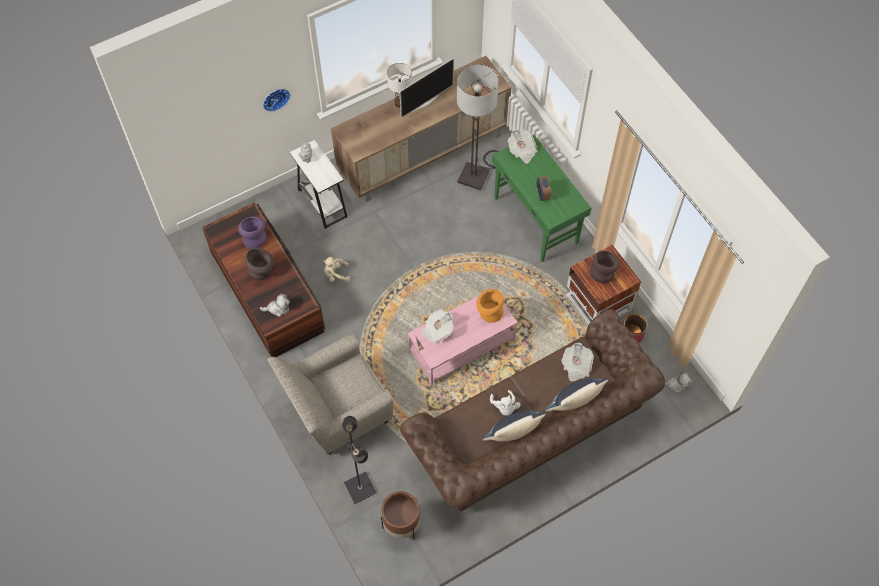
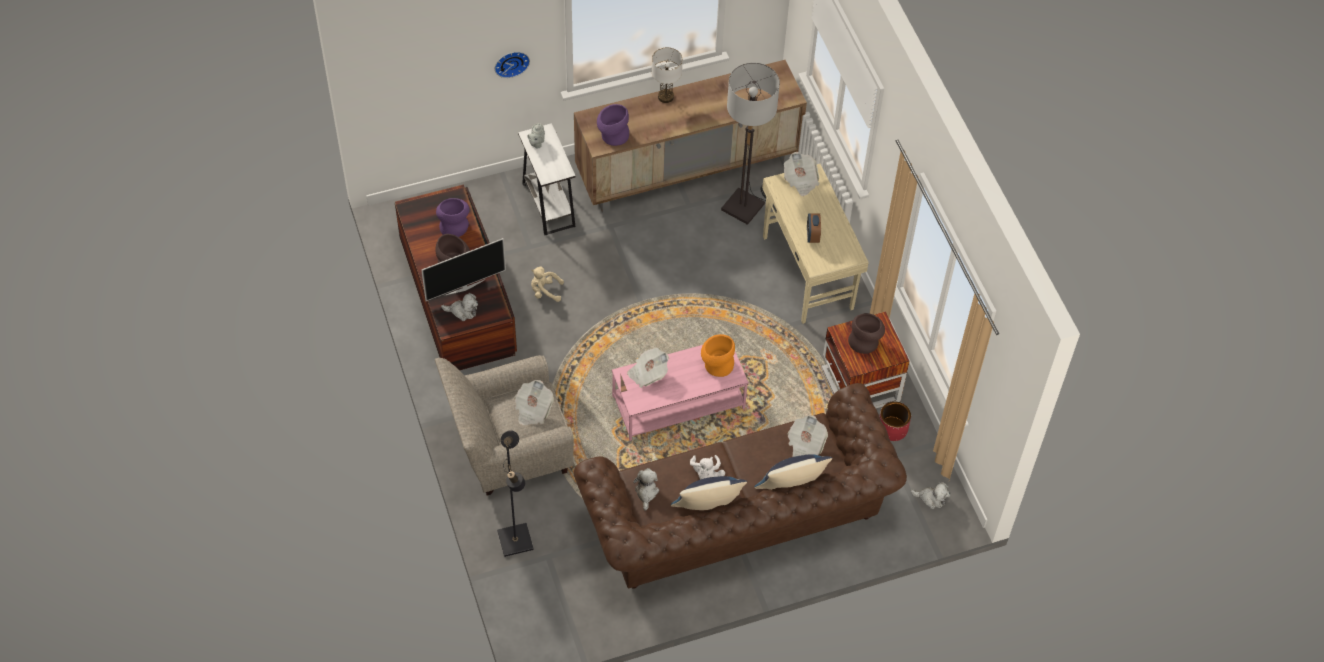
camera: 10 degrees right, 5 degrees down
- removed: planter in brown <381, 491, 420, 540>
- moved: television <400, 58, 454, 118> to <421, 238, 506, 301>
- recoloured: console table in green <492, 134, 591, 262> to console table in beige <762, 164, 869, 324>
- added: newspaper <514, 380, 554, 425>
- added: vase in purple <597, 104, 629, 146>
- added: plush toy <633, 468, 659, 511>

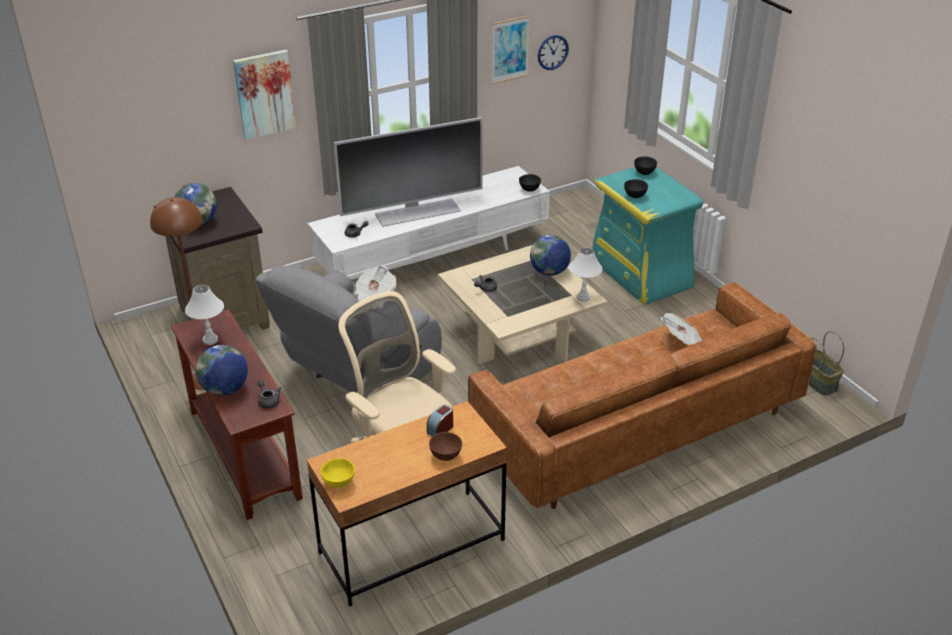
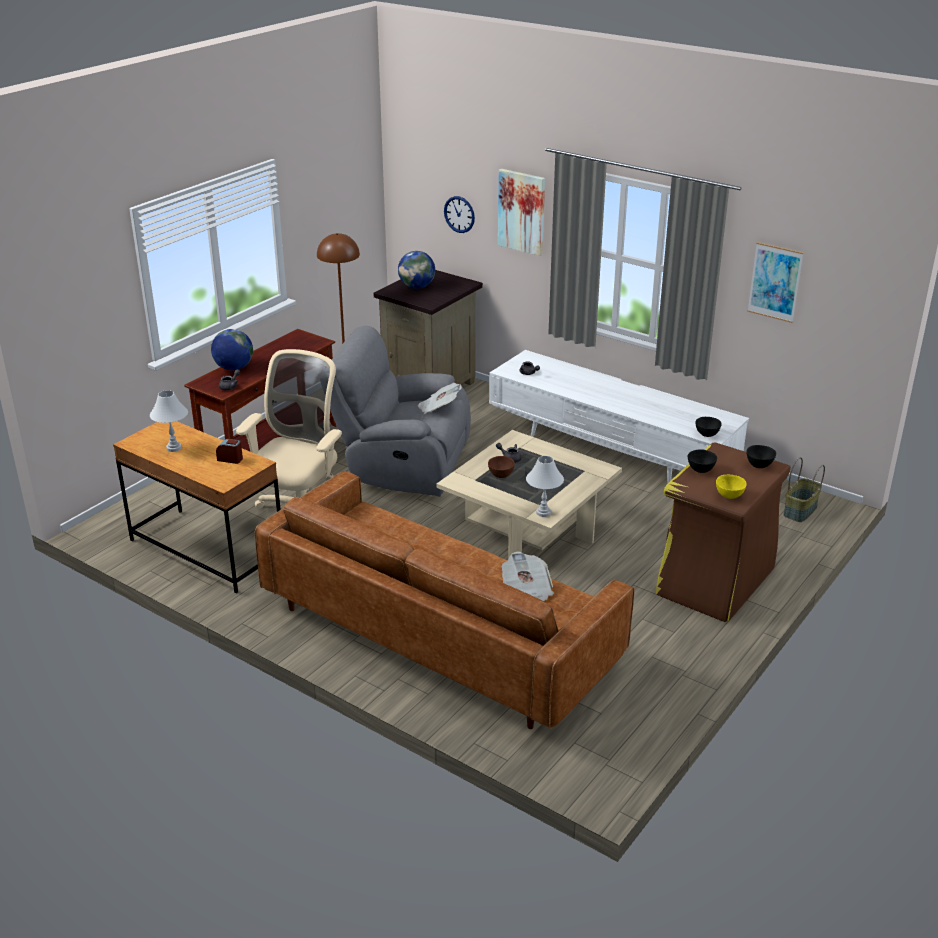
camera: 65 degrees right, 5 degrees down
- moved: table lamp in white <185, 285, 224, 345> to <150, 390, 188, 452>
- moved: bowl in yellow <321, 458, 355, 488> to <716, 475, 747, 499>
- removed: television <334, 117, 483, 227>
- moved: bowl in brown <429, 432, 462, 461> to <488, 456, 515, 478>
- removed: globe <530, 235, 571, 276>
- moved: wall clock <538, 35, 569, 70> to <444, 196, 475, 233>
- recoloured: nightstand in turquoise <592, 167, 703, 304> to nightstand in brown <656, 442, 791, 622>
- moved: basket <809, 331, 844, 396> to <783, 457, 825, 522>

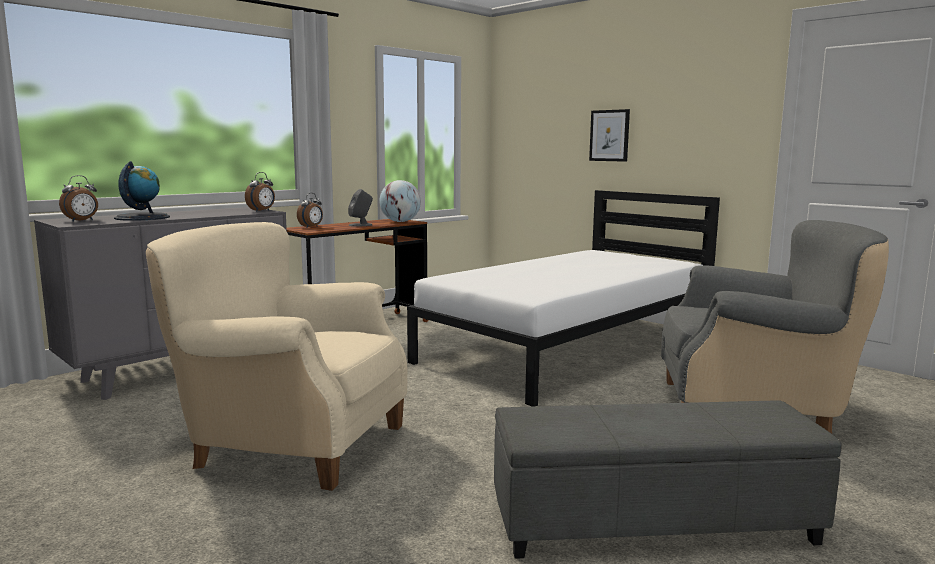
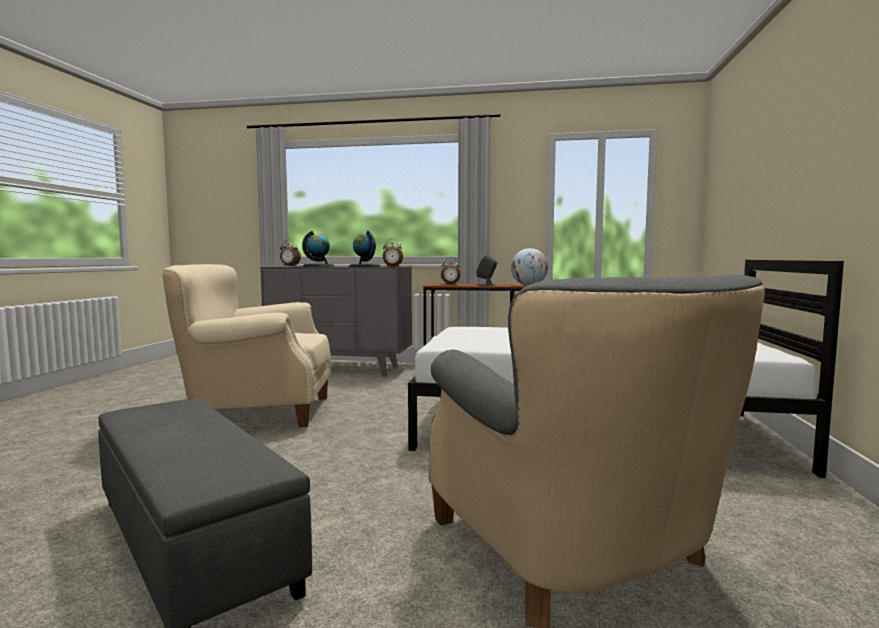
camera: 55 degrees right, 5 degrees down
- turned: armchair in beige <146, 222, 408, 491> = <162, 264, 331, 427> 75 degrees counterclockwise
- removed: picture <589, 109, 630, 162>
- added: globe <349, 231, 381, 267>

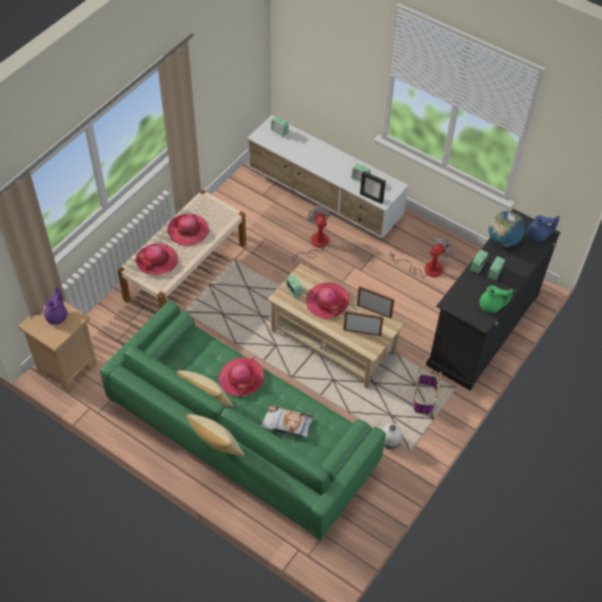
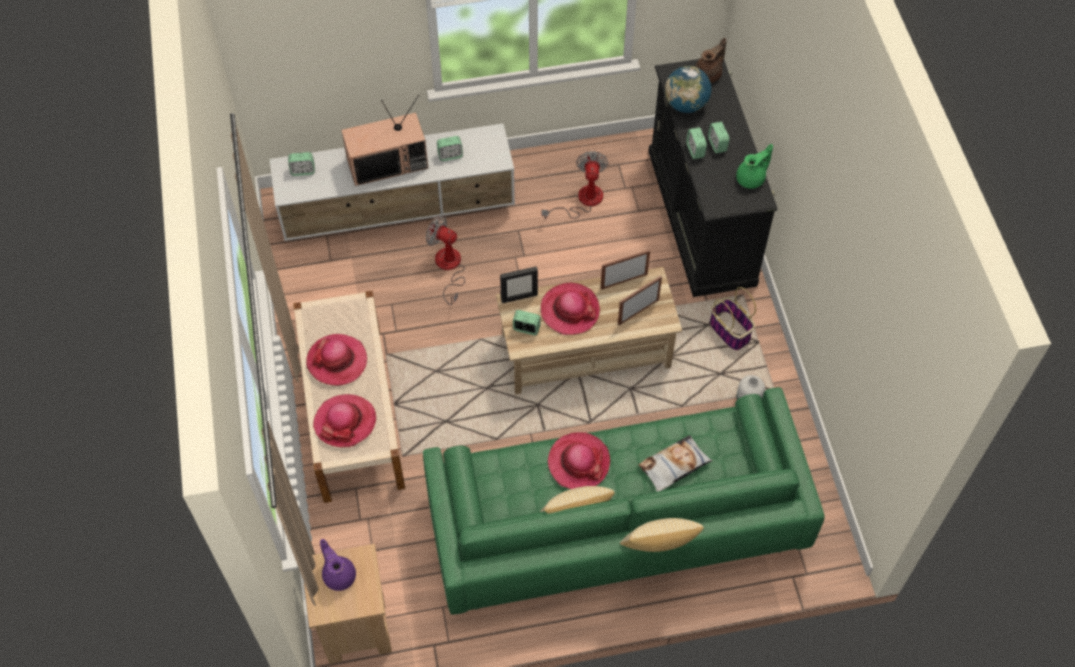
camera: 45 degrees left, 5 degrees up
- moved: picture frame <360, 171, 386, 204> to <500, 266, 538, 303>
- recoloured: teapot in blue <527, 215, 560, 241> to teapot in brown <695, 38, 726, 83>
- added: television <342, 95, 428, 186>

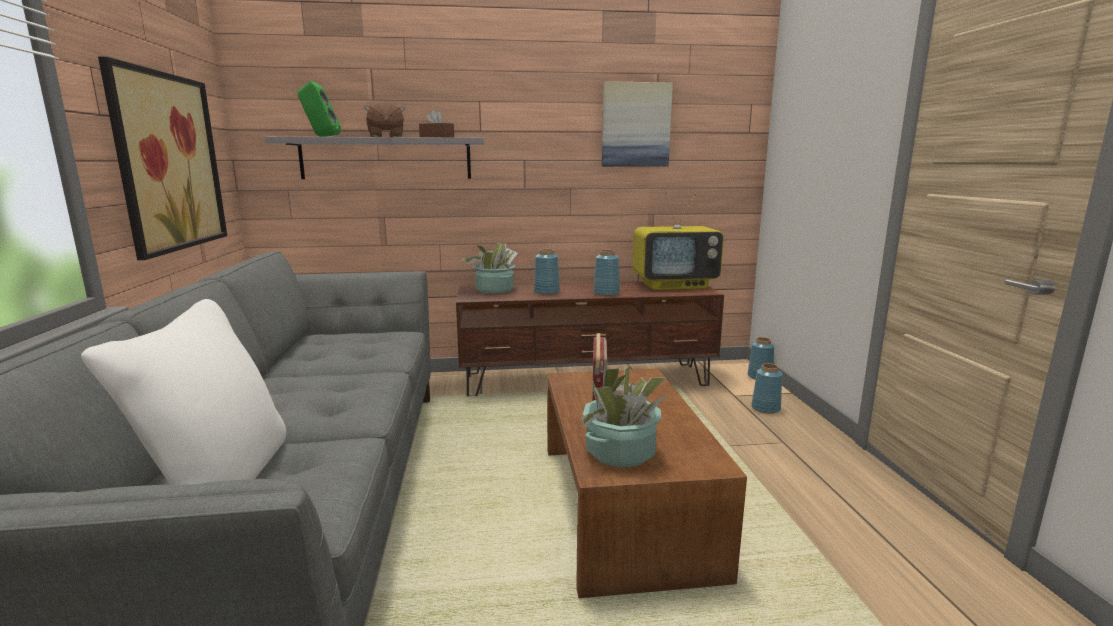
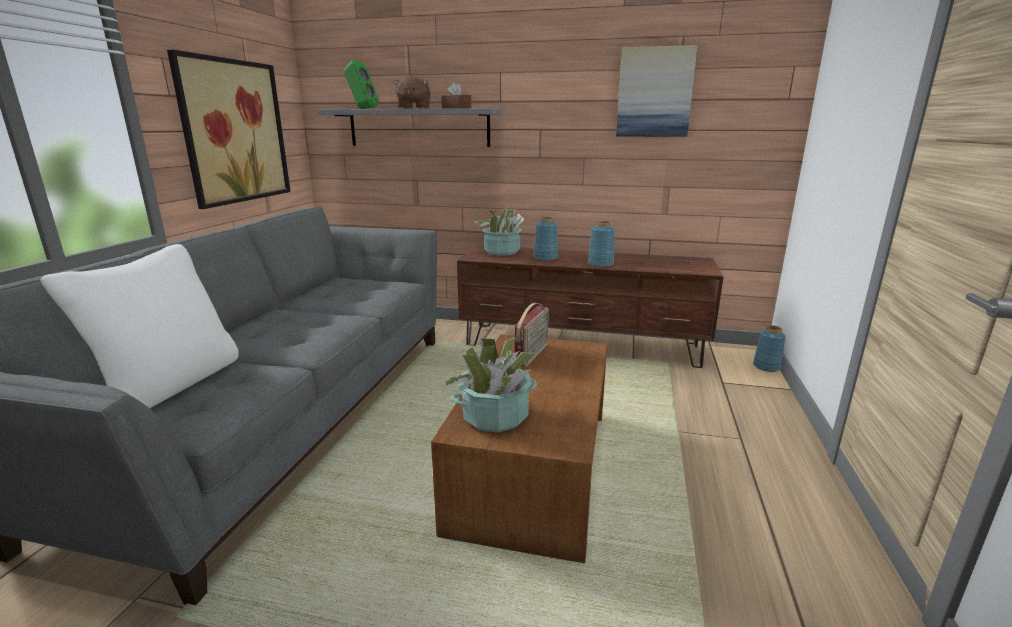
camera: 20 degrees right, 5 degrees up
- removed: television <633, 193, 724, 290>
- removed: vase in blue <751, 363, 782, 414>

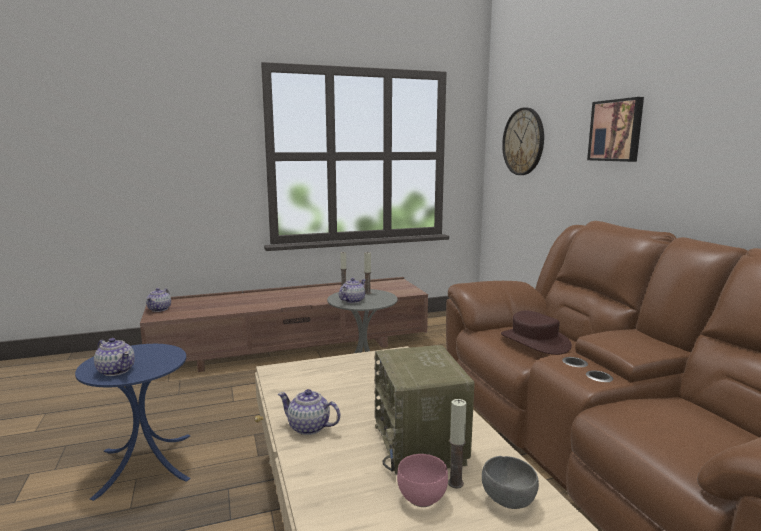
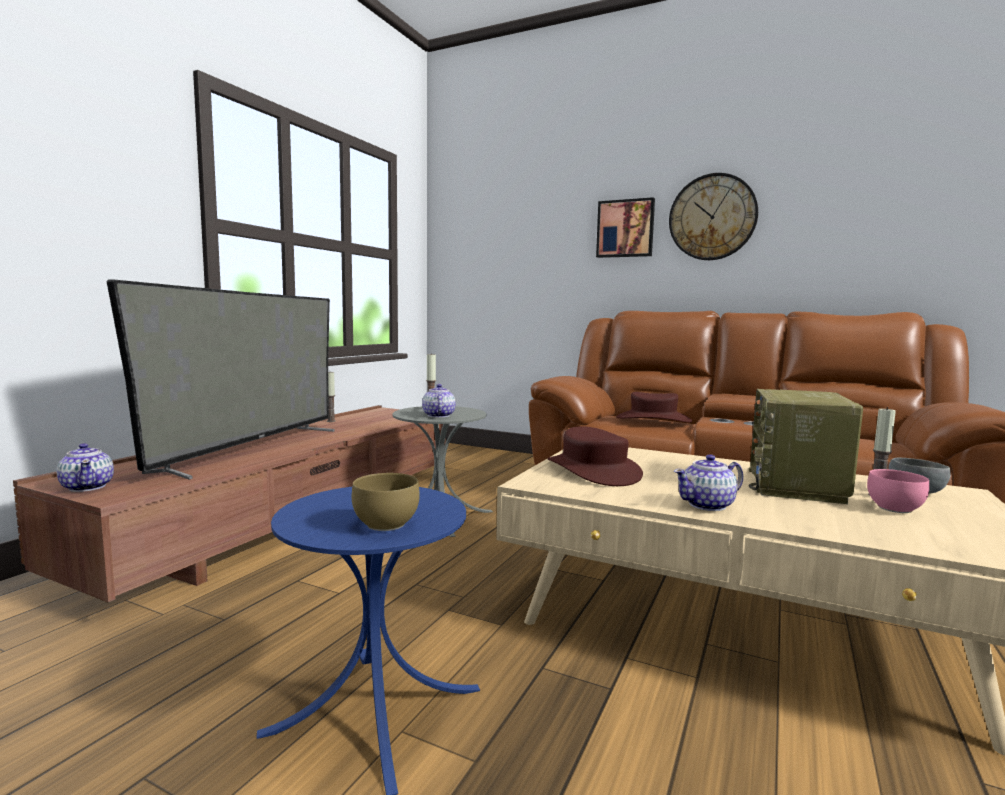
camera: 45 degrees left, 5 degrees down
- replaced: teapot <94, 338, 135, 376> to bowl in brown <352, 473, 420, 531>
- turned: radio <375, 345, 475, 475> = <748, 389, 863, 504> 75 degrees clockwise
- moved: wall clock <502, 108, 544, 175> to <669, 173, 758, 260>
- added: television <107, 280, 335, 480>
- added: hat in brown <548, 426, 643, 486>

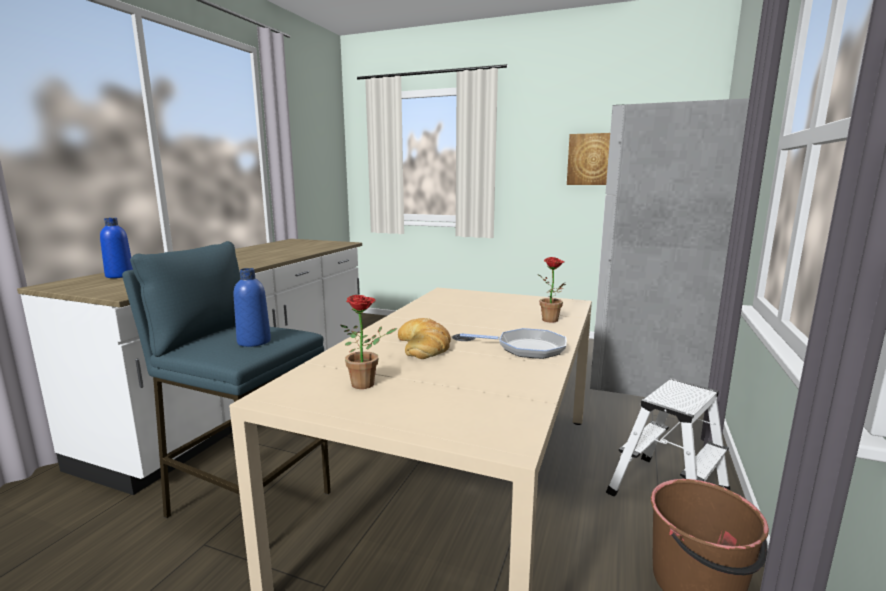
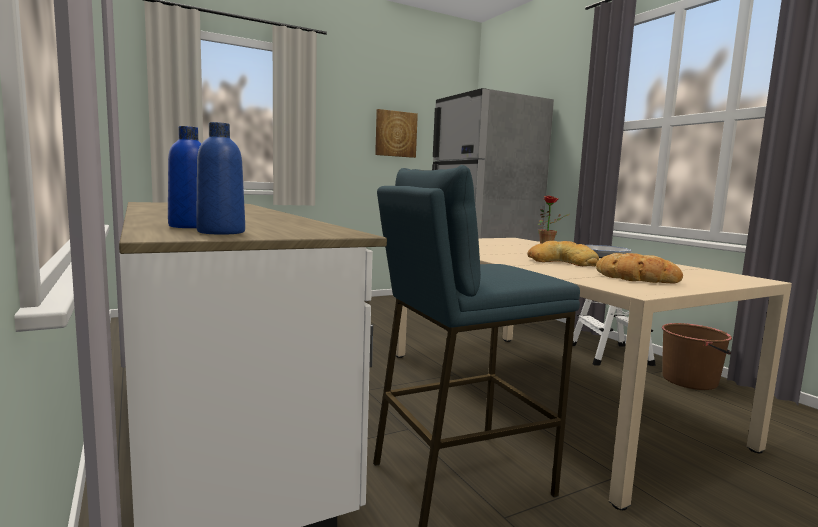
camera: 50 degrees left, 5 degrees down
- moved: bottle in blue <234, 268, 271, 347> to <196, 122, 245, 235>
- replaced: potted plant <341, 295, 397, 389> to bread <596, 253, 683, 283>

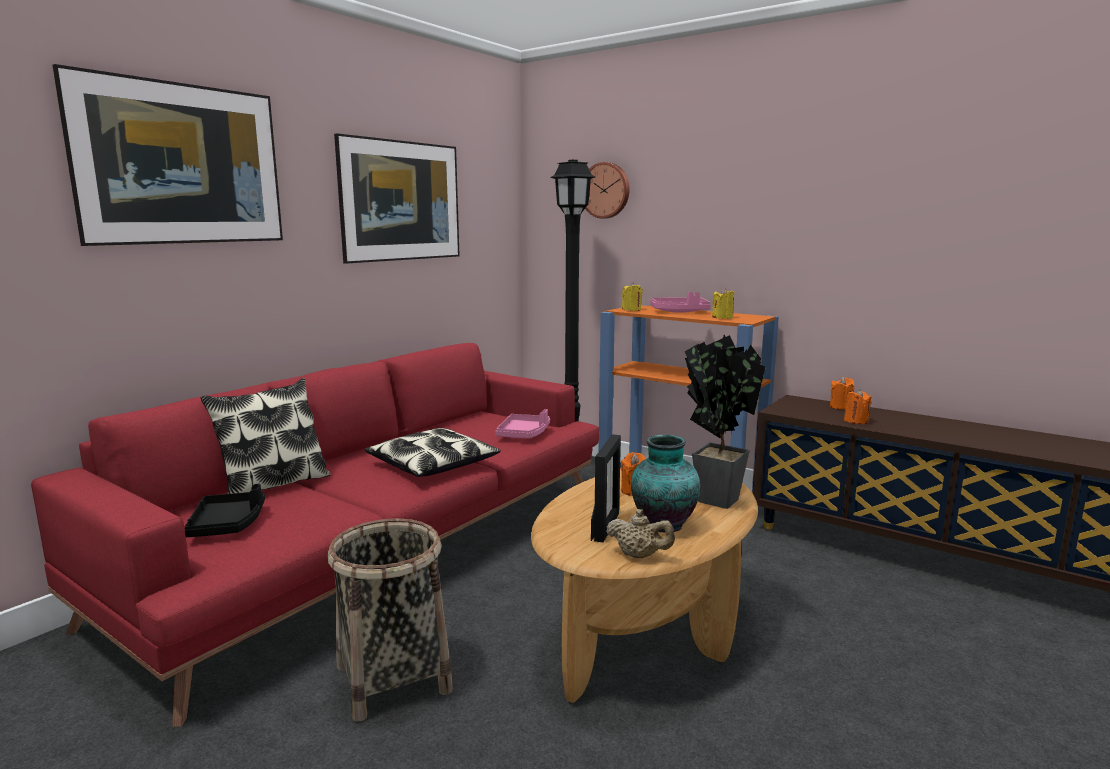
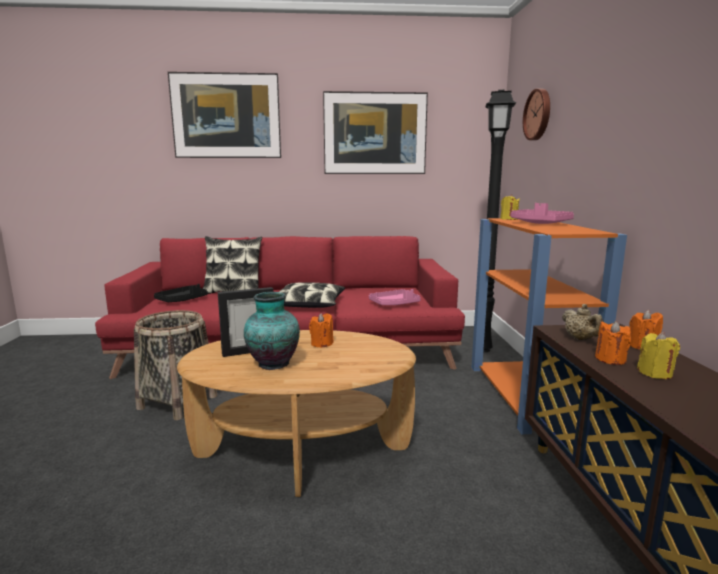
camera: 50 degrees right, 0 degrees up
- moved: teapot in beige <606, 509, 675, 558> to <562, 304, 603, 340>
- removed: potted plant <685, 334, 765, 509>
- moved: candle in yellow <712, 288, 735, 319> to <637, 332, 680, 379>

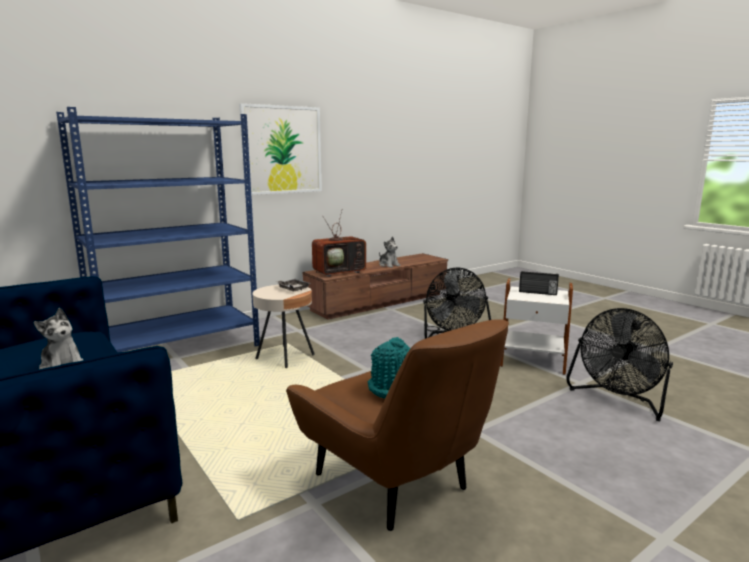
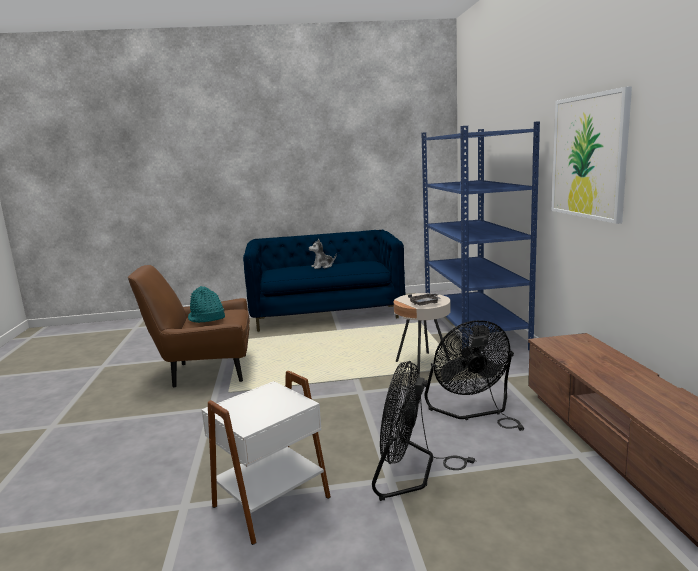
camera: 120 degrees right, 0 degrees up
- removed: television <312, 211, 367, 277>
- removed: plush toy <379, 237, 400, 268>
- removed: radio <519, 271, 559, 295>
- moved: fan in black <566, 308, 673, 421> to <424, 320, 524, 431>

